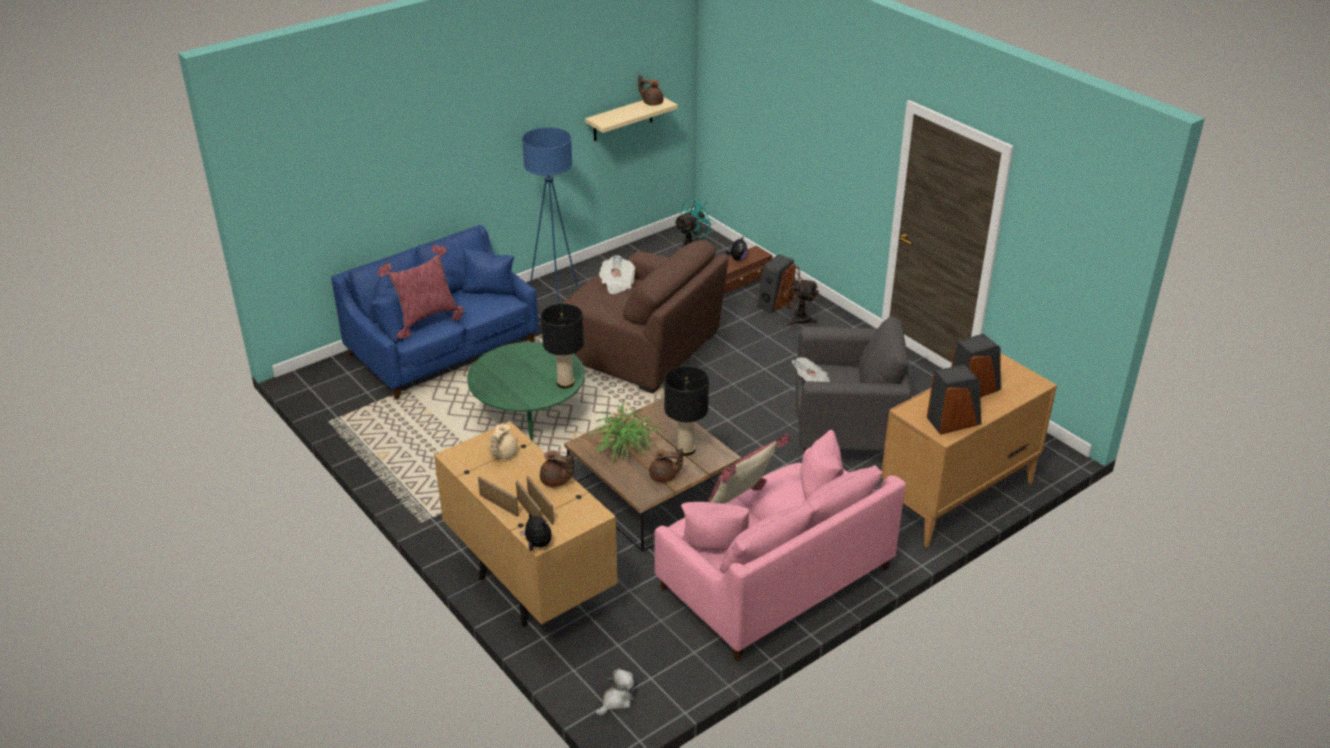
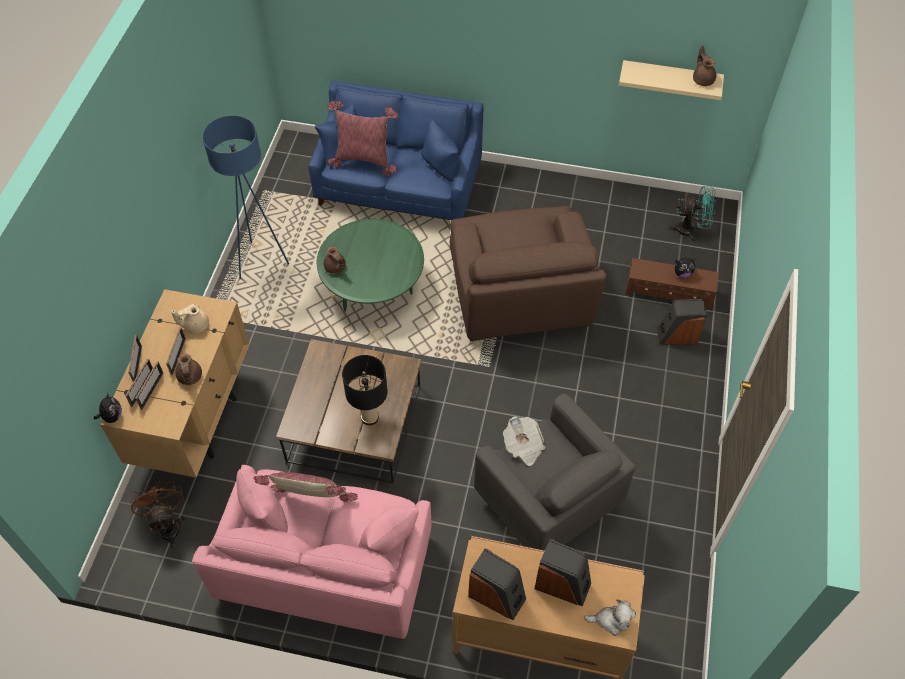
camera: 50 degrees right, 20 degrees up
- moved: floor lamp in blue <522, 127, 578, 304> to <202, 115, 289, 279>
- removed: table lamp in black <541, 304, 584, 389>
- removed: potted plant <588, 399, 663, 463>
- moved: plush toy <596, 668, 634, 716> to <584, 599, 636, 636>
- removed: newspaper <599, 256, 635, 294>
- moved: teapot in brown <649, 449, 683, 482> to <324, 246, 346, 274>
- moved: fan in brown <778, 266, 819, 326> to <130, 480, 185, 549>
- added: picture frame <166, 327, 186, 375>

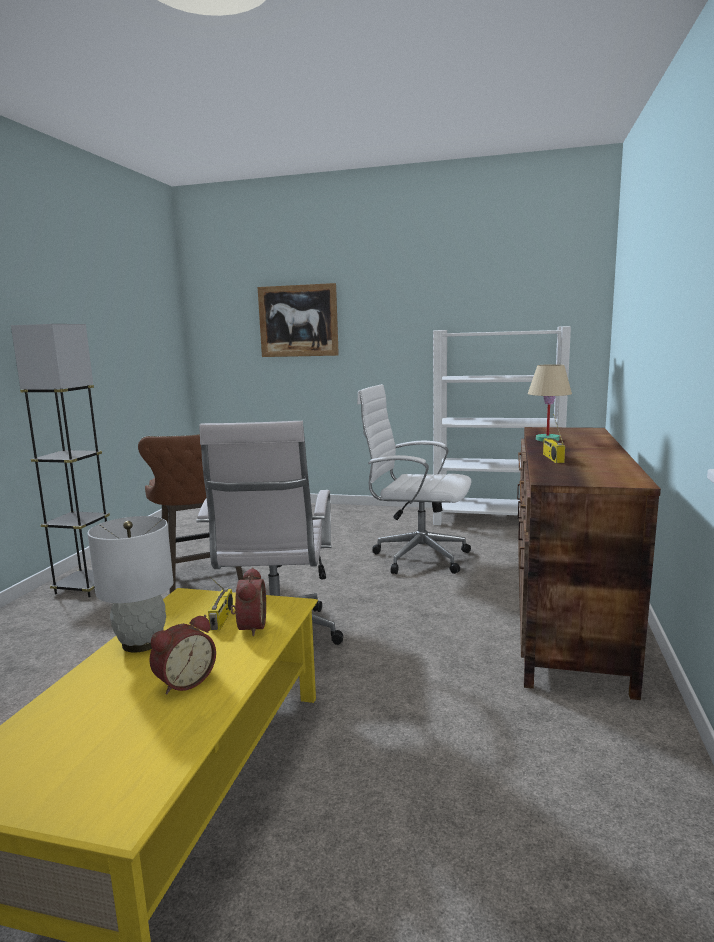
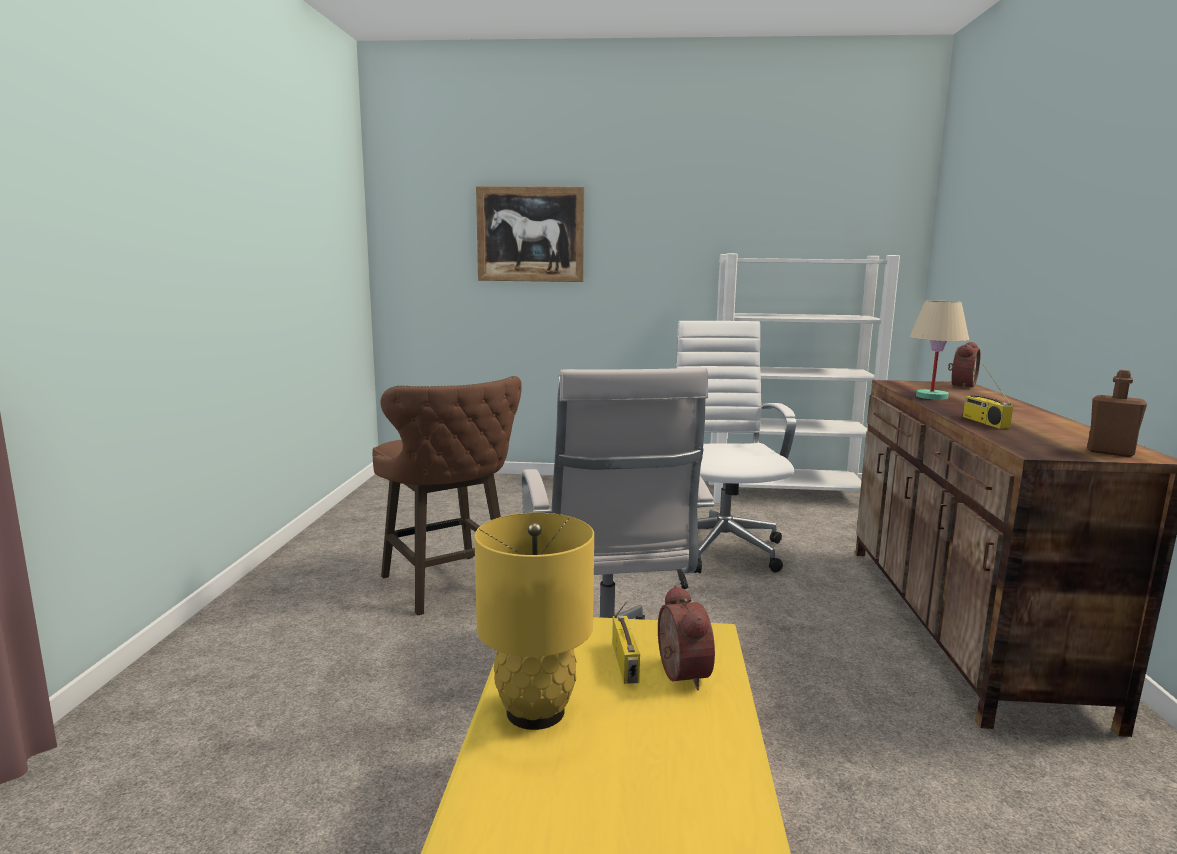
camera: 10 degrees left, 0 degrees up
- removed: floor lamp in grey <11, 324, 110, 597>
- recoloured: table lamp in white <88, 516, 173, 653> to table lamp in yellow <474, 513, 594, 730>
- moved: alarm clock <149, 615, 216, 695> to <948, 342, 981, 389>
- turned: office chair in white <357, 384, 472, 574> = <676, 321, 796, 574> 75 degrees clockwise
- added: bottle in brown <1087, 370, 1147, 457>

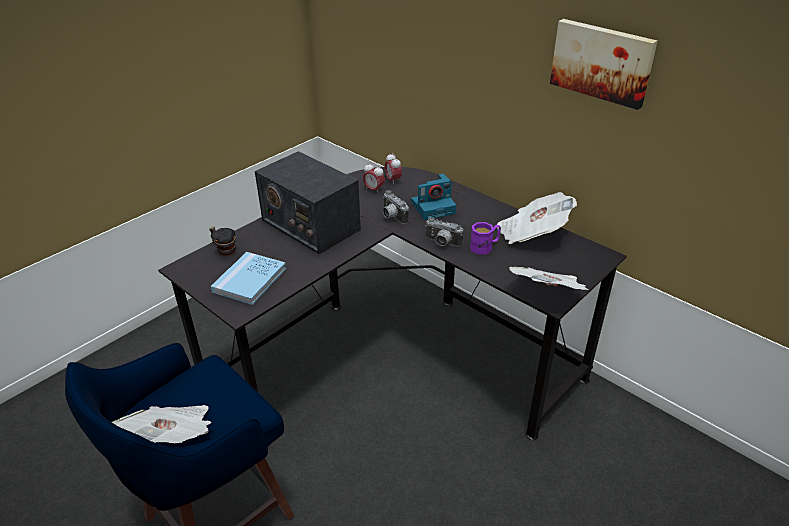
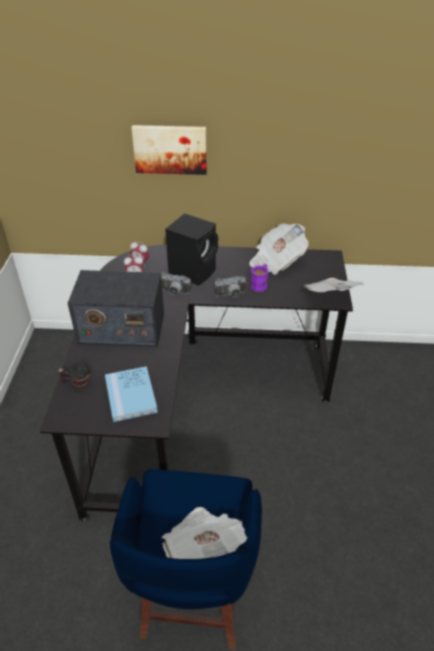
camera: 40 degrees left, 5 degrees up
- replaced: photo camera <411, 174, 456, 220> to speaker in black <165, 213, 218, 286>
- moved: picture <550, 19, 658, 110> to <131, 125, 207, 175>

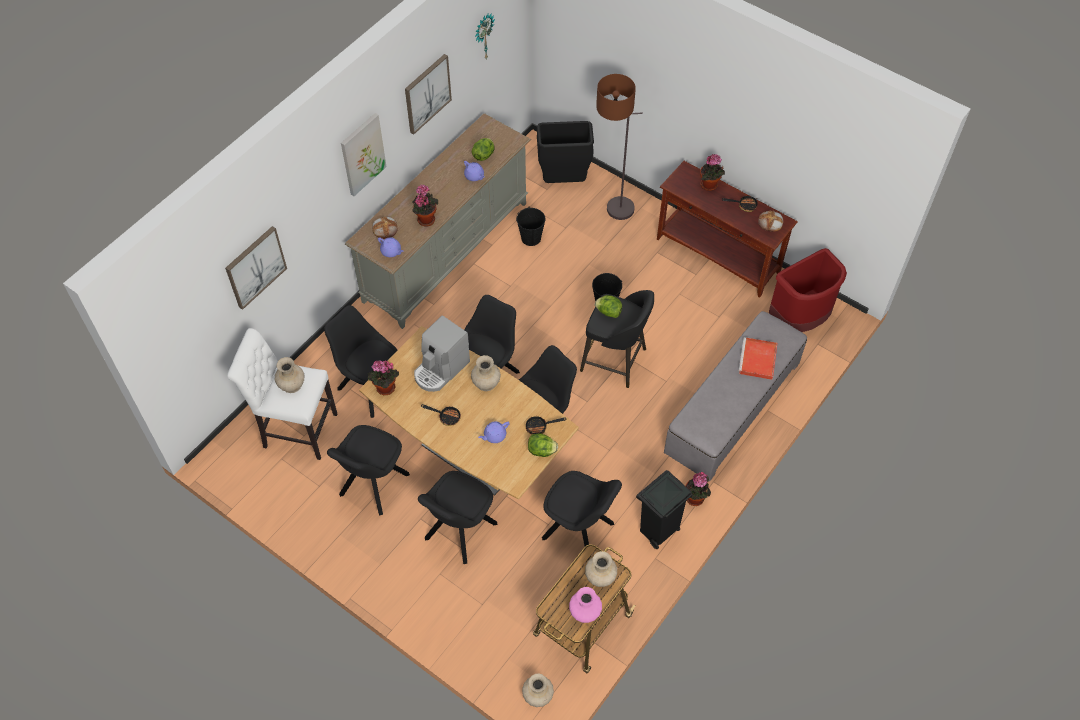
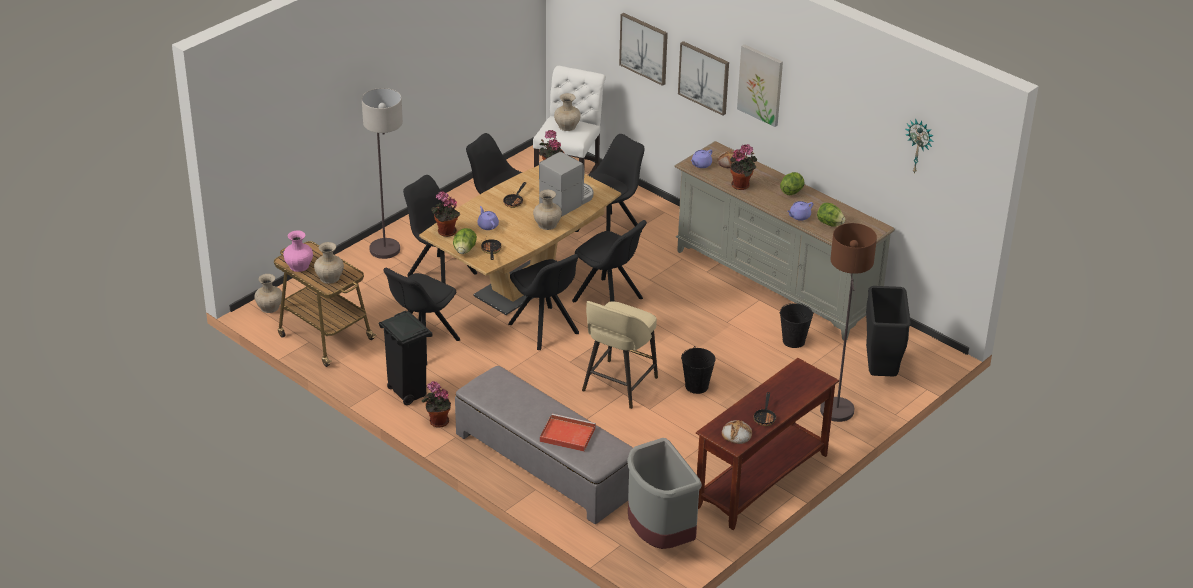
camera: 95 degrees right, 20 degrees down
- moved: picture <405, 54, 452, 134> to <678, 41, 729, 116>
- turned: coffee machine <414, 315, 470, 392> = <539, 152, 593, 217> 90 degrees clockwise
- recoloured: stool in black <580, 290, 654, 388> to stool in beige <582, 301, 658, 409>
- moved: lettuce <595, 295, 622, 318> to <780, 172, 805, 195>
- moved: potted plant <700, 154, 725, 191> to <431, 191, 460, 237>
- recoloured: trash can in red <769, 248, 847, 332> to trash can in grey <627, 438, 702, 549>
- added: floor lamp in grey <362, 88, 403, 259>

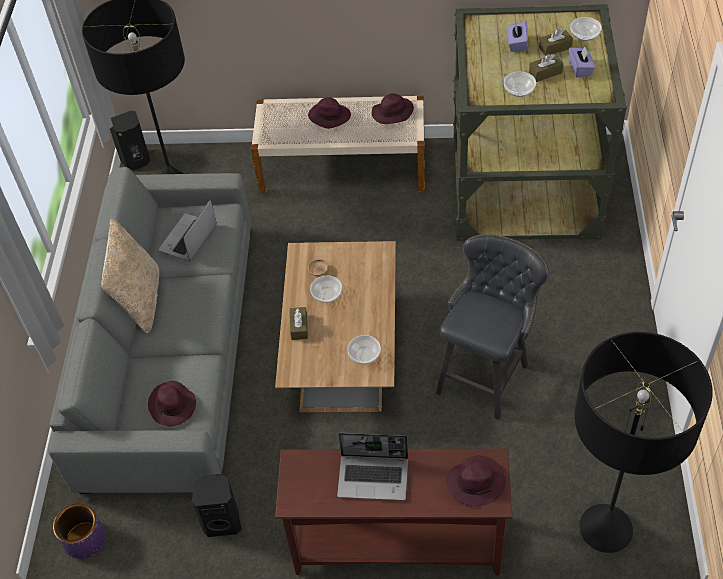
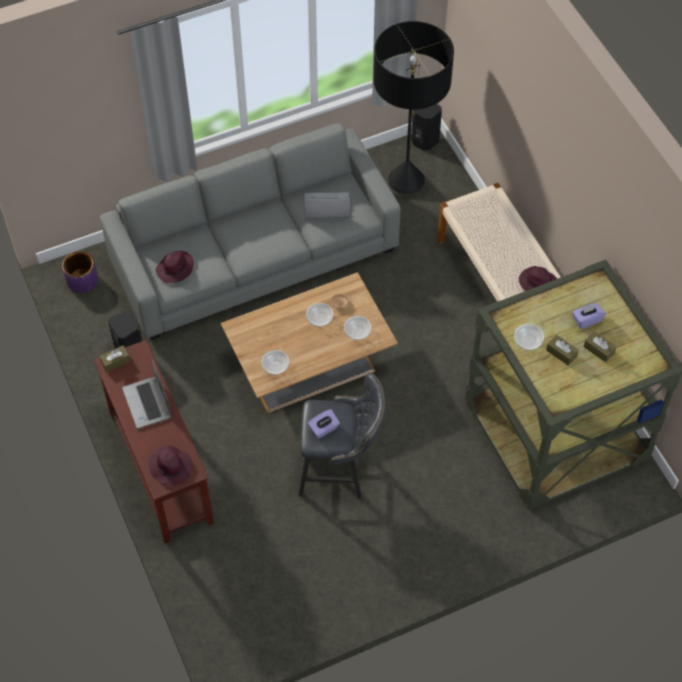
camera: 60 degrees right, 5 degrees up
- removed: pillow in beige <101, 219, 160, 333>
- moved: tissue box in brown <290, 307, 308, 340> to <99, 345, 131, 372>
- removed: hat in purple <308, 97, 351, 129>
- moved: tissue box in purple <569, 46, 595, 78> to <308, 409, 340, 439>
- moved: bowl <570, 17, 602, 41> to <344, 316, 371, 340>
- removed: floor lamp in black <574, 332, 713, 553>

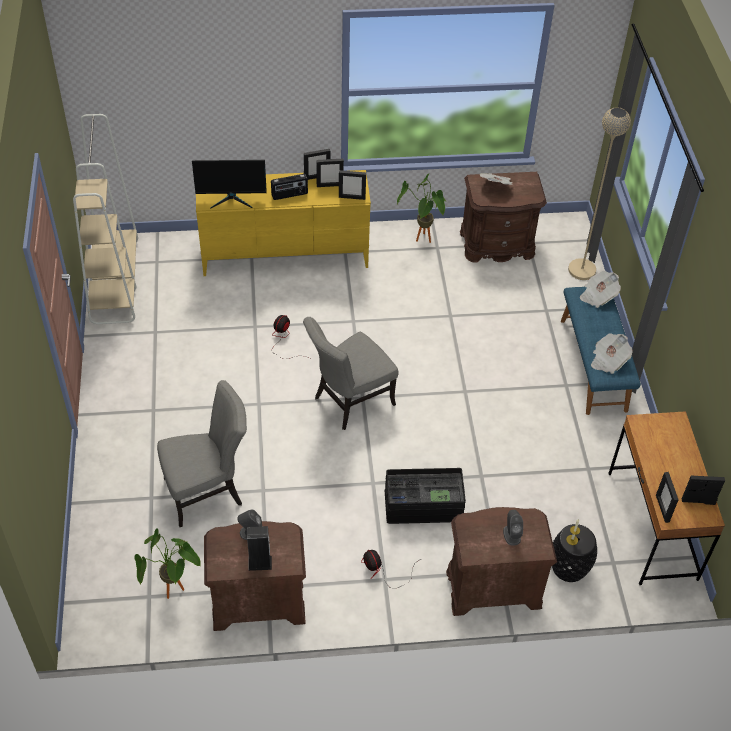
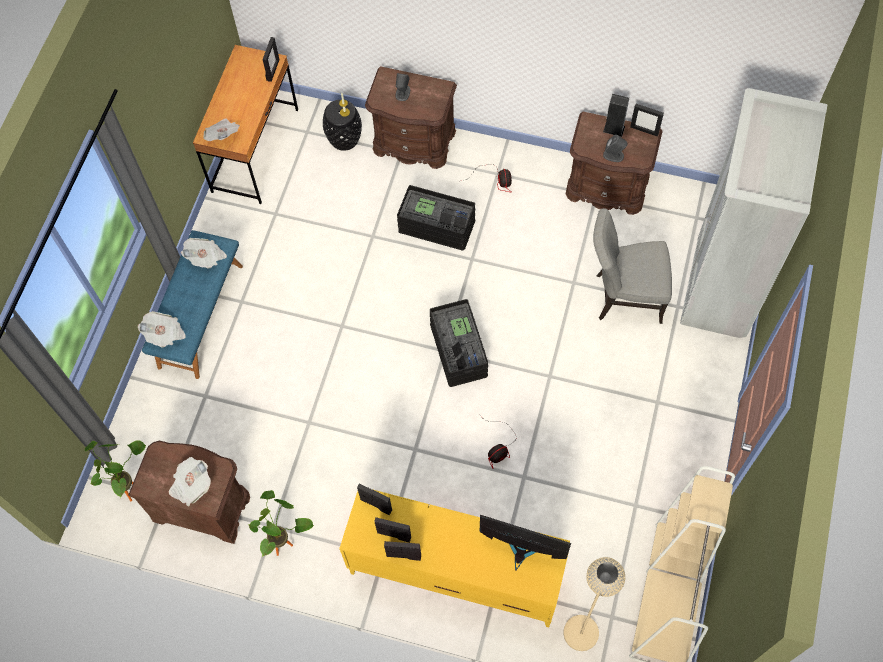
camera: 155 degrees left, 15 degrees up
- moved: potted plant <134, 528, 201, 599> to <85, 440, 146, 502>
- removed: radio <271, 174, 308, 200>
- replaced: chair in grey <303, 317, 399, 430> to storage box in black <430, 299, 488, 387>
- moved: floor lamp in beige <568, 107, 631, 280> to <563, 557, 625, 651>
- moved: picture frame <682, 476, 725, 505> to <630, 104, 664, 137>
- added: newspaper <203, 119, 240, 141>
- added: wardrobe in white <680, 88, 828, 338>

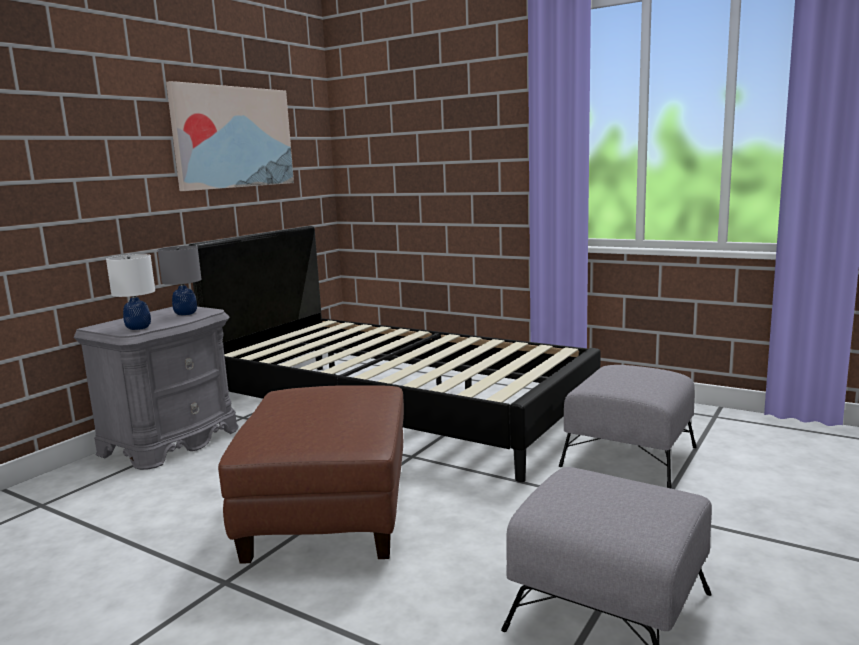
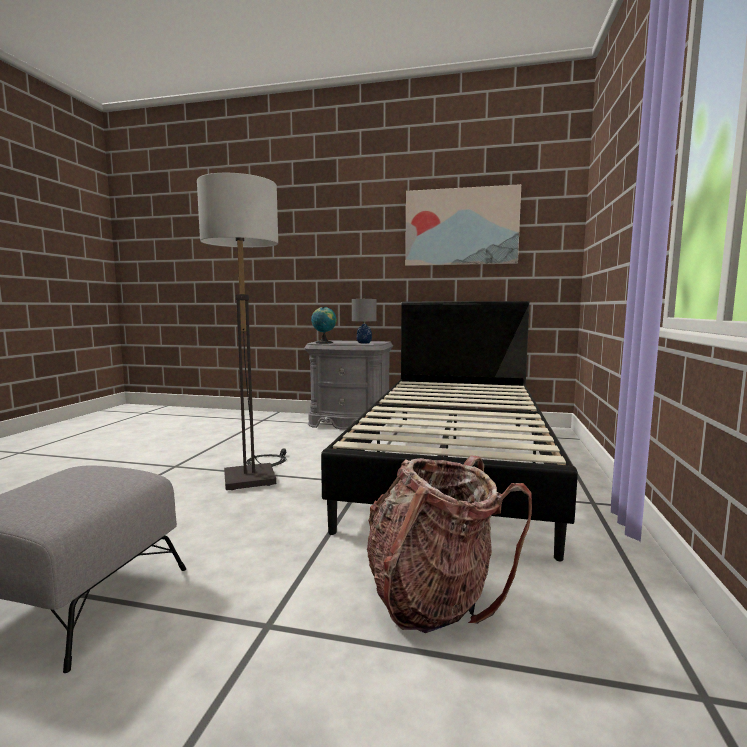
camera: 70 degrees right, 5 degrees down
- replaced: table lamp in white <106, 254, 155, 330> to globe <311, 307, 337, 344>
- replaced: ottoman in brown <218, 385, 404, 564> to floor lamp <197, 173, 286, 490>
- replaced: ottoman in grey <559, 365, 697, 488> to backpack <367, 456, 532, 633>

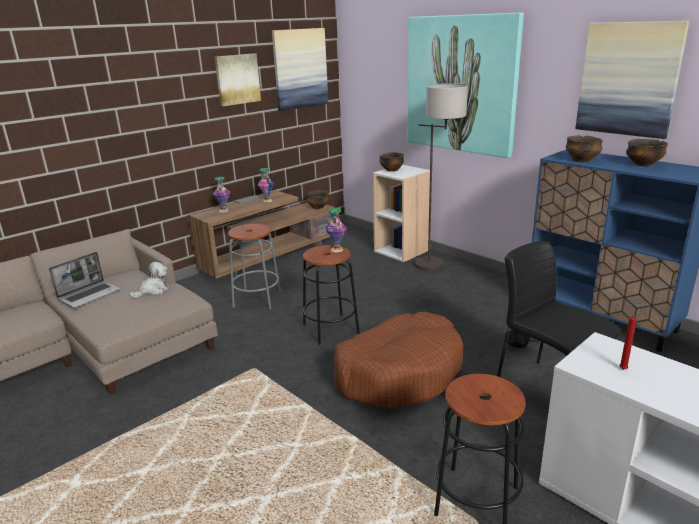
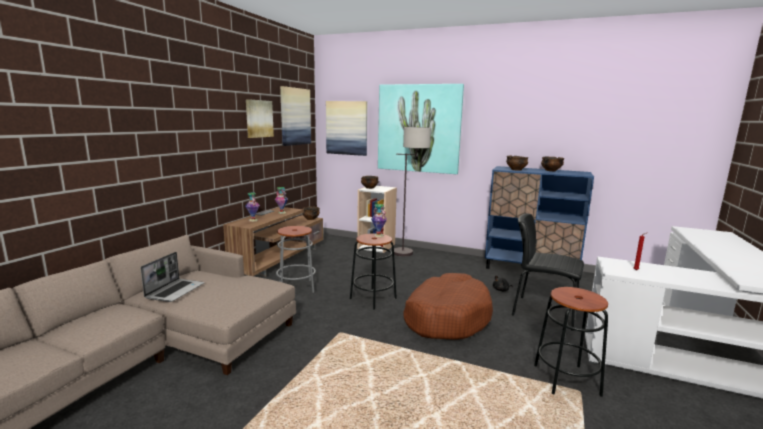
camera: 25 degrees left, 10 degrees down
- removed: plush toy <129, 262, 170, 298>
- moved: picture <575, 21, 689, 139> to <326, 101, 367, 156>

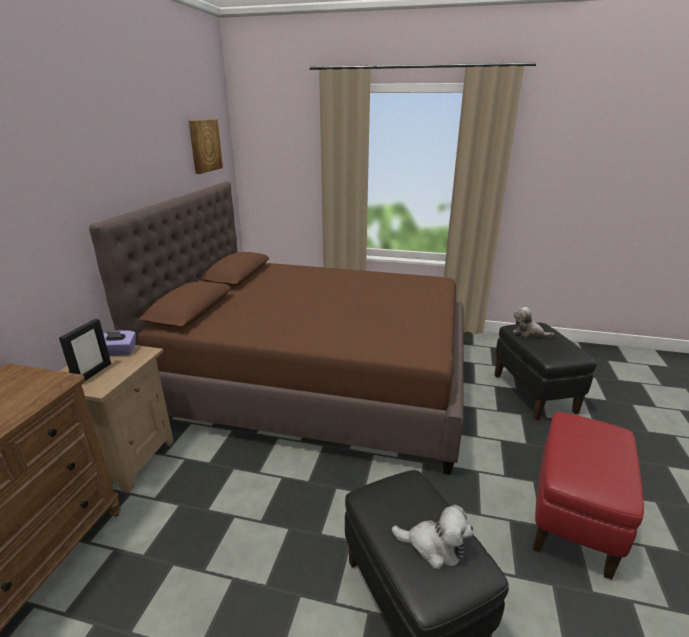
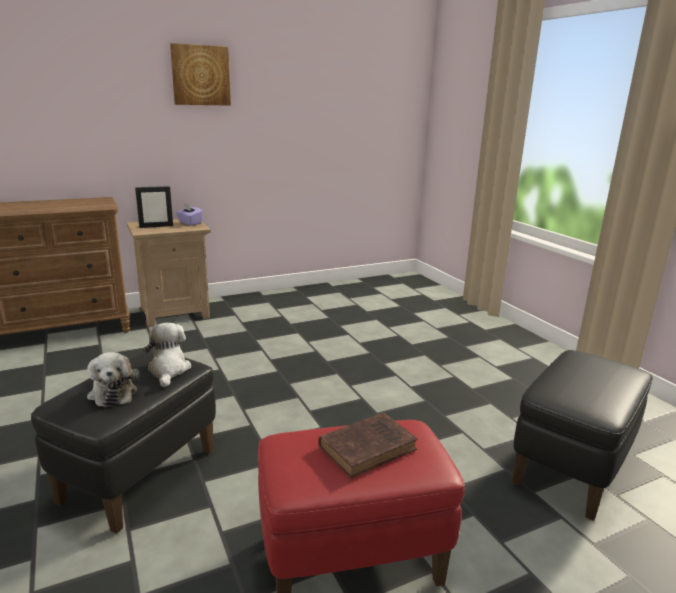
camera: 50 degrees right, 5 degrees down
- removed: bed in brown <89, 181, 464, 475>
- moved: picture <189, 119, 223, 174> to <170, 43, 231, 106>
- moved: plush toy <513, 307, 554, 338> to <143, 323, 191, 387>
- added: book in brown <318, 413, 418, 478>

